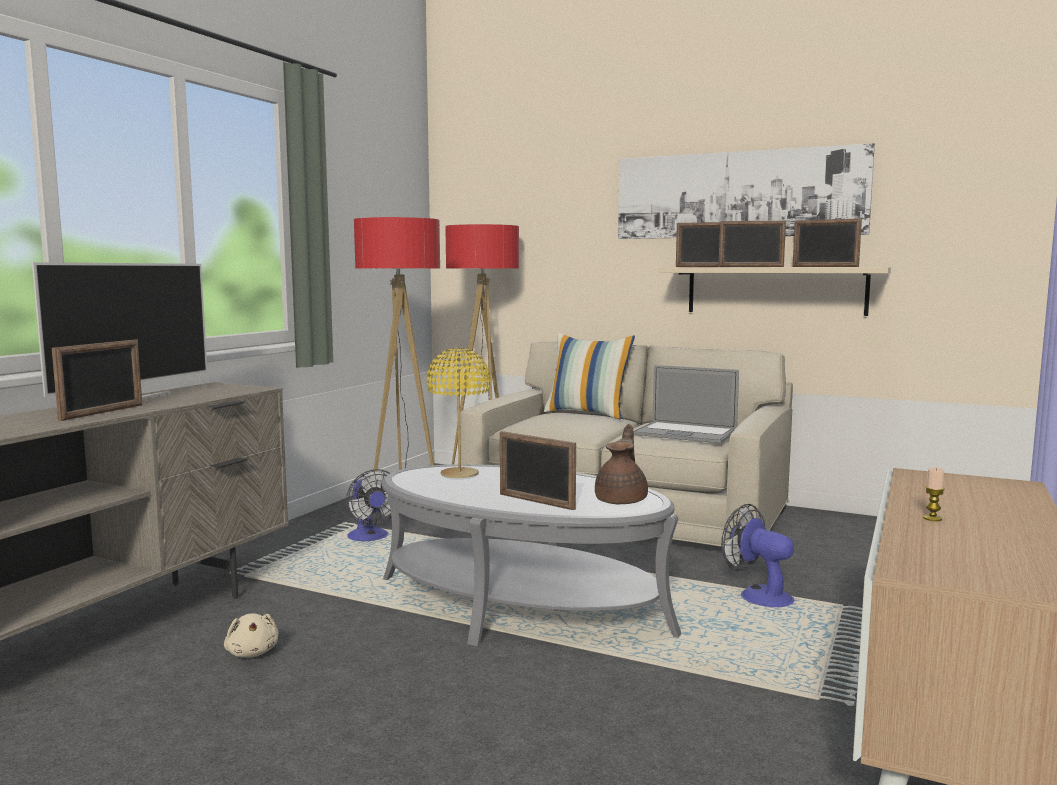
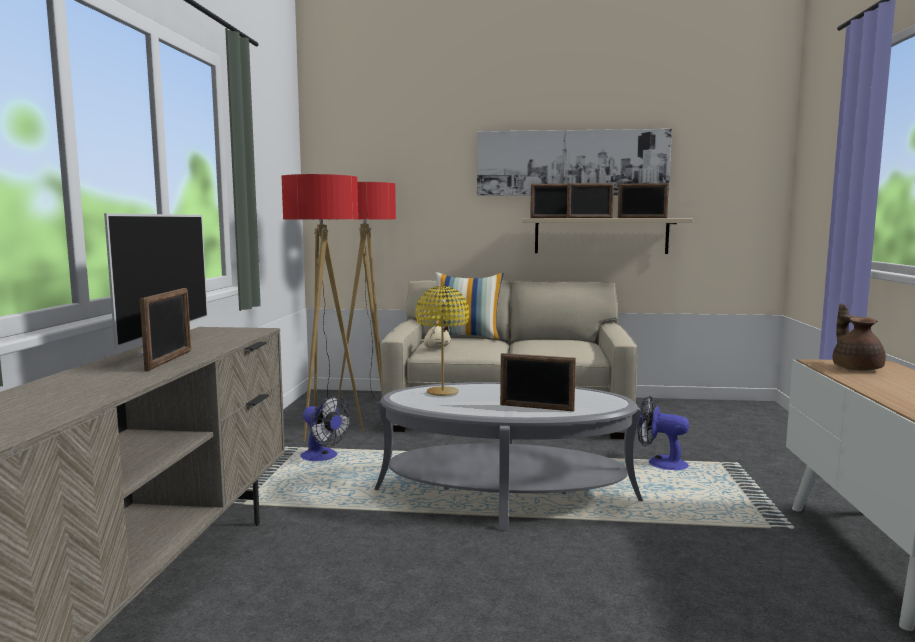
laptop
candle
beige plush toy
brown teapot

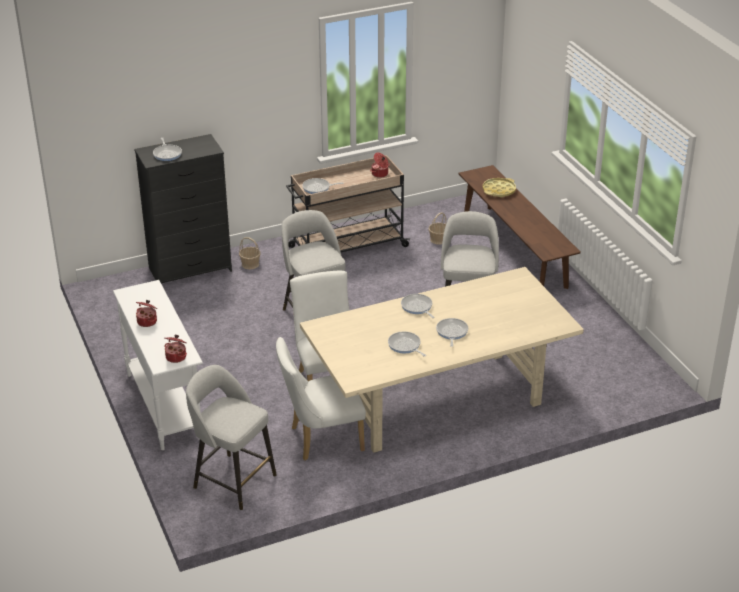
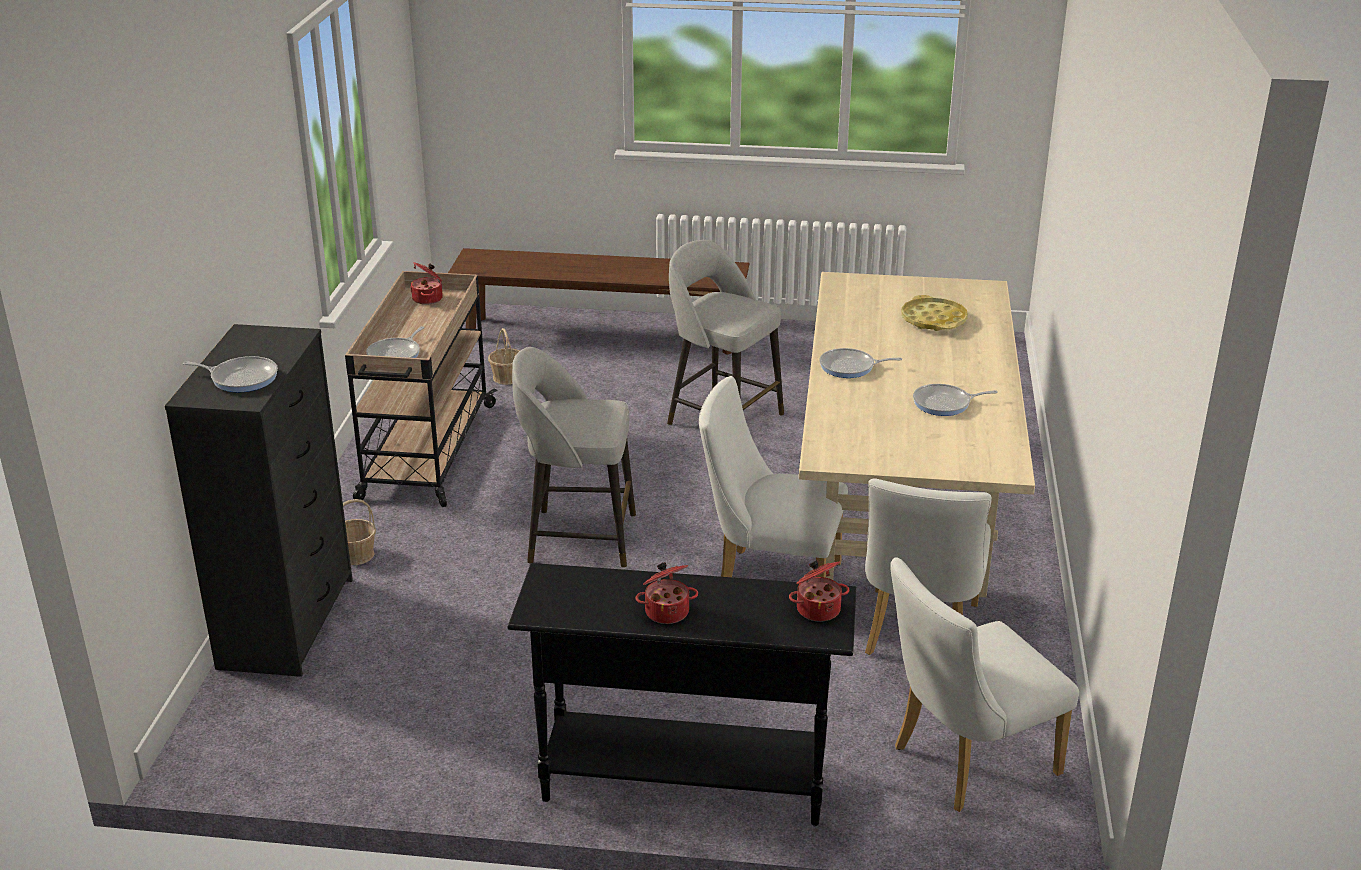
frying pan (no. 5 from left in the first image)
yellow tray
white chair (no. 3 from left)
black console table

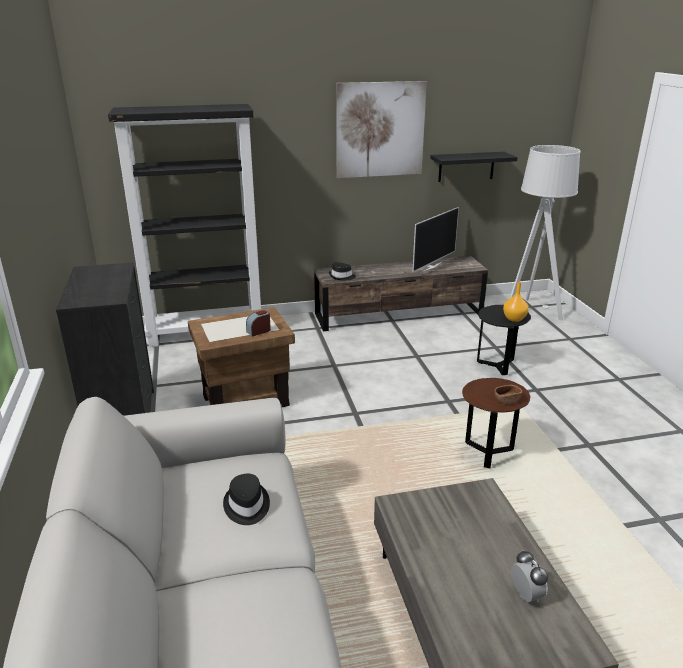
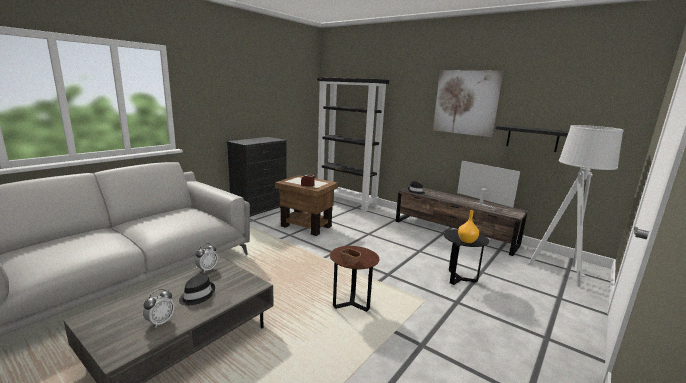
alarm clock (no. 2 from left)
black hat (no. 1 from left)
television

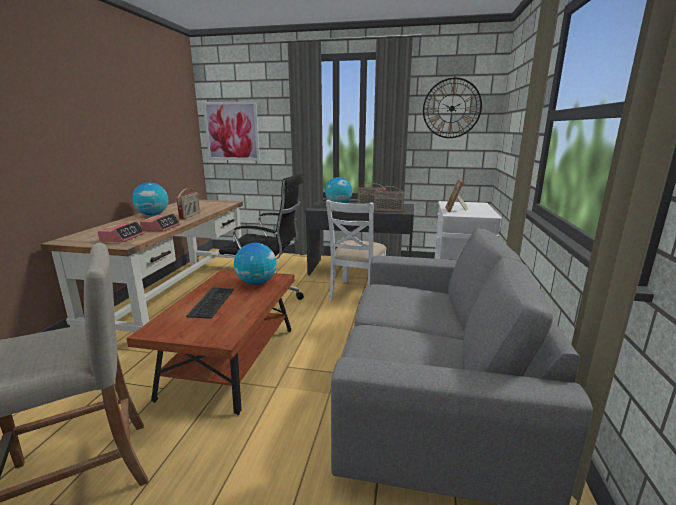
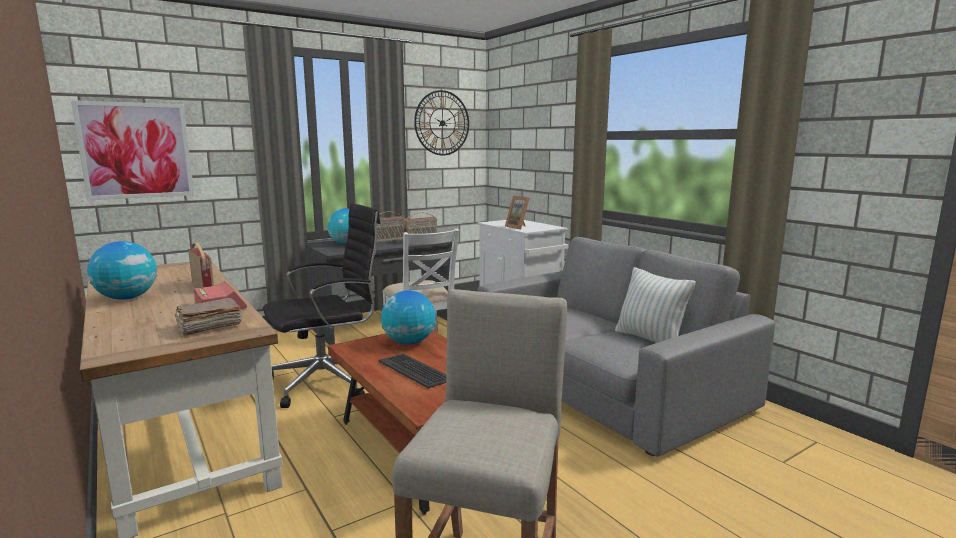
pillow
brown book

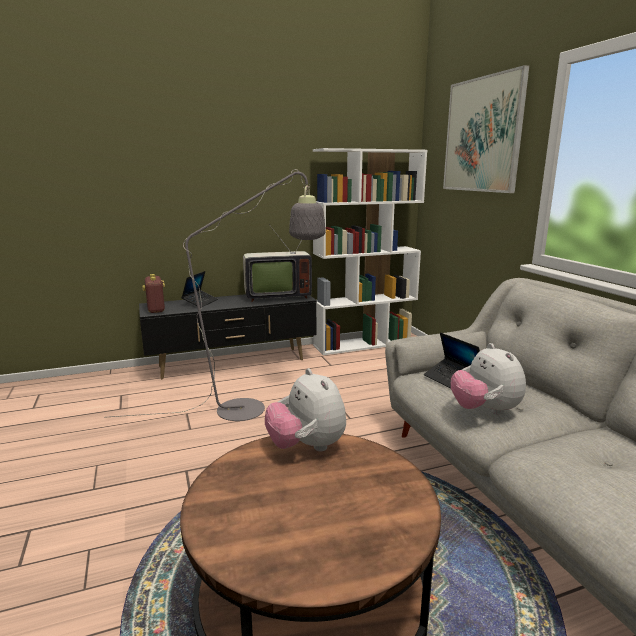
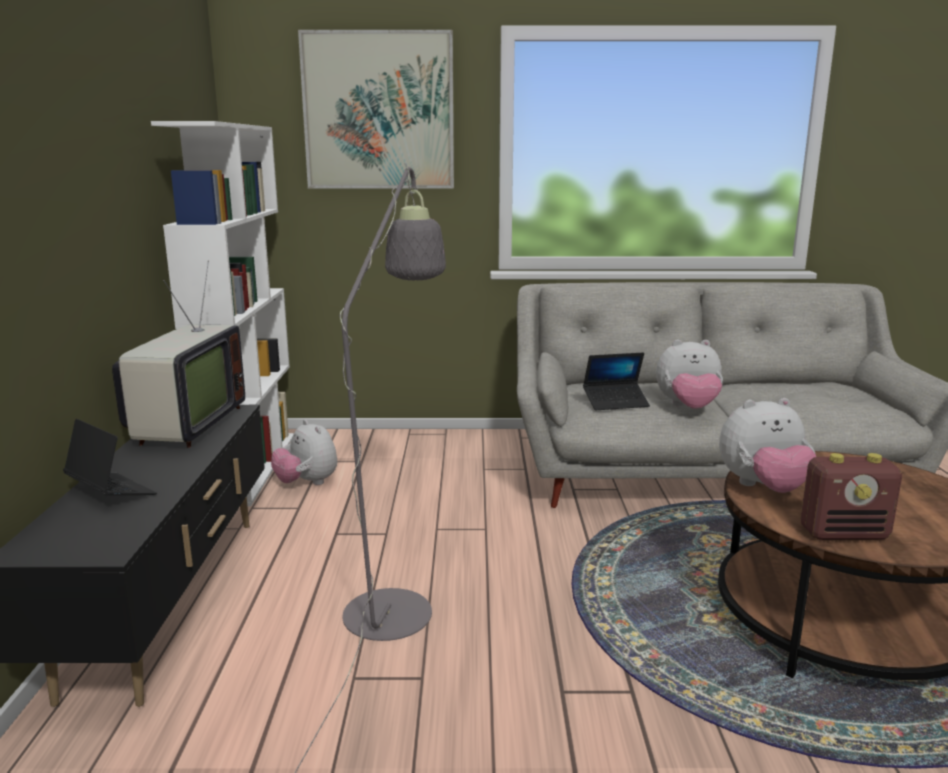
plush toy (no. 1 from left)
radio

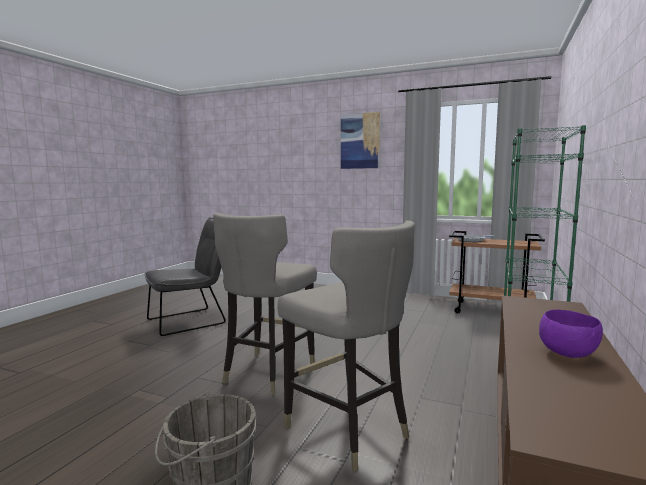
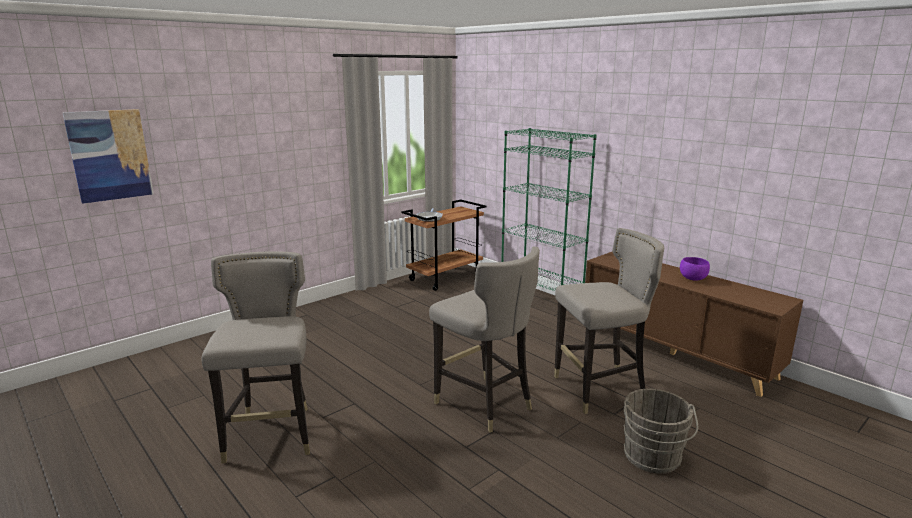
picture
grey stool (no. 1 from left)

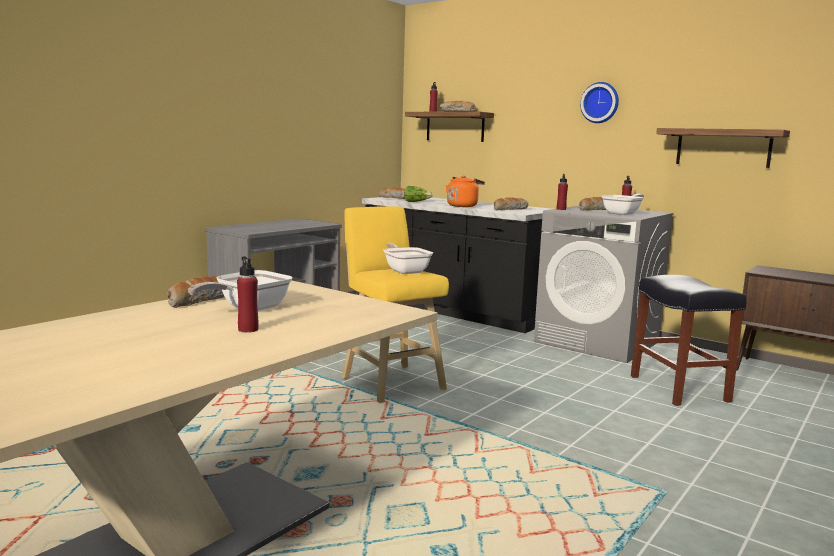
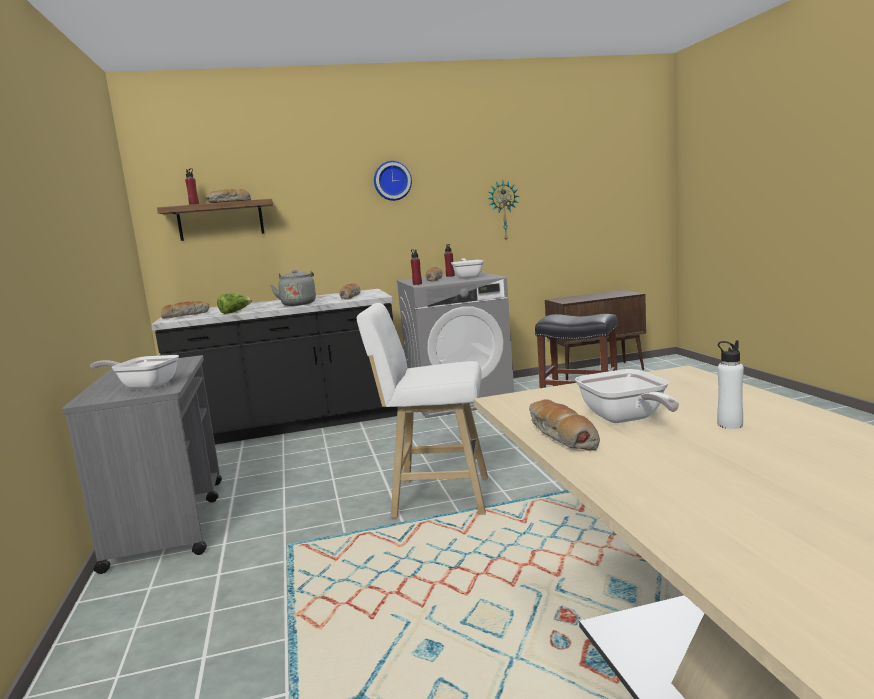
frying pan (no. 1 from left)
wall clock (no. 2 from left)
white bottle
white stool
grey kettle

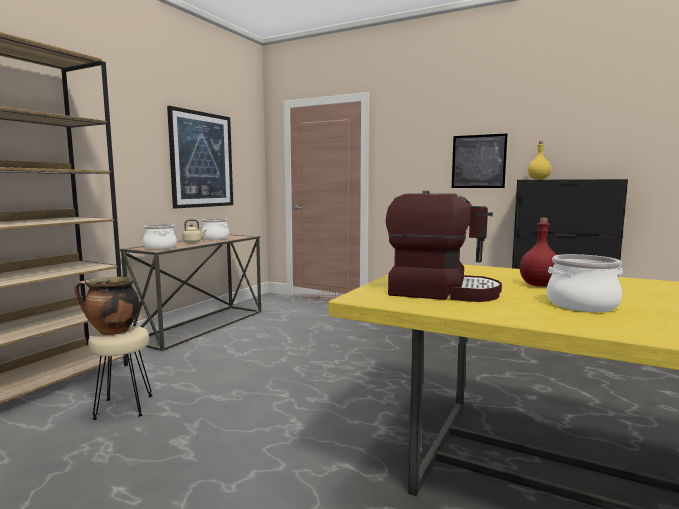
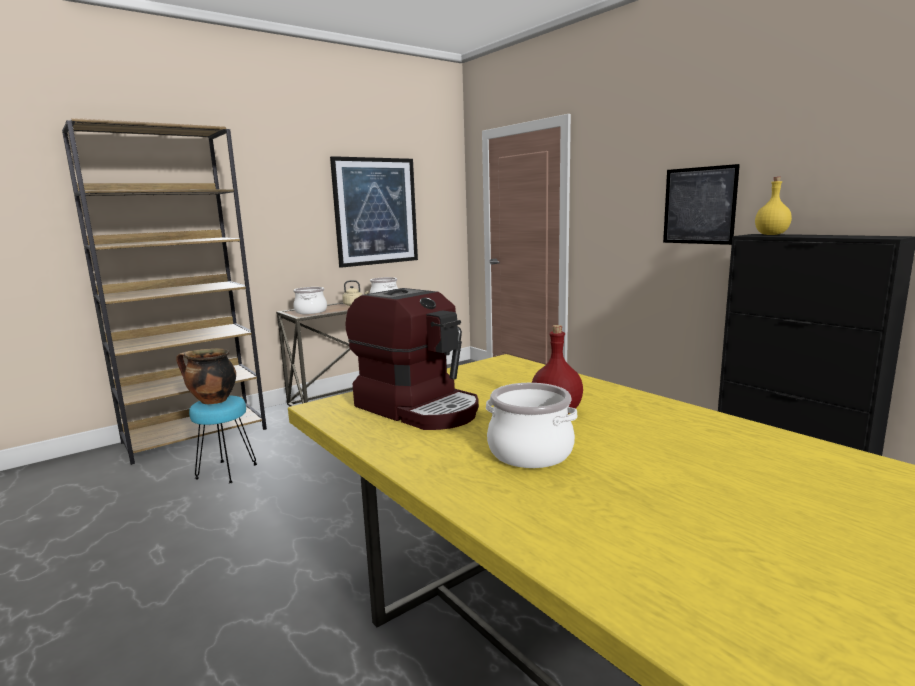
turquoise stool

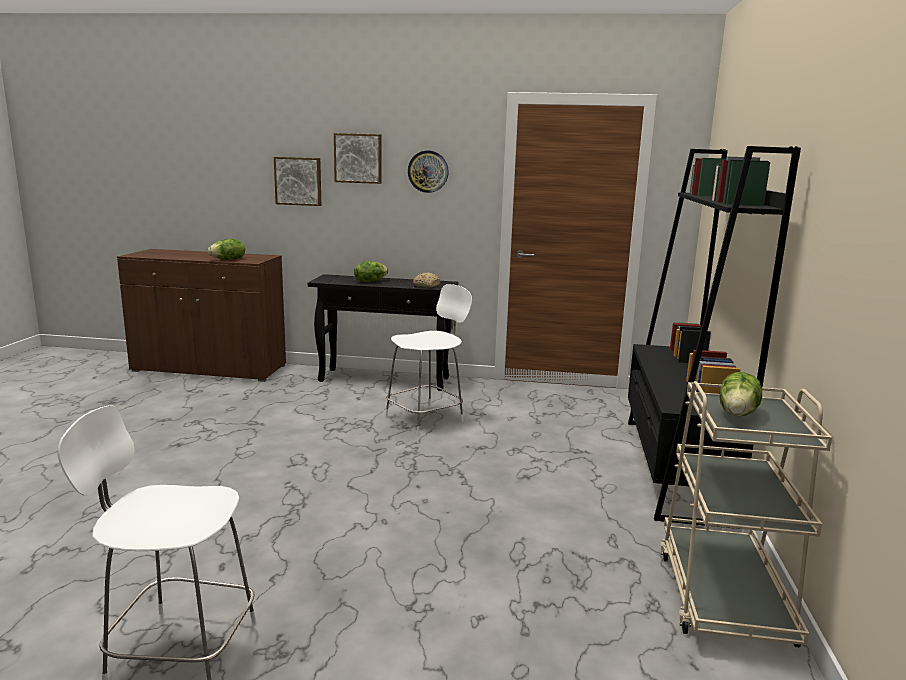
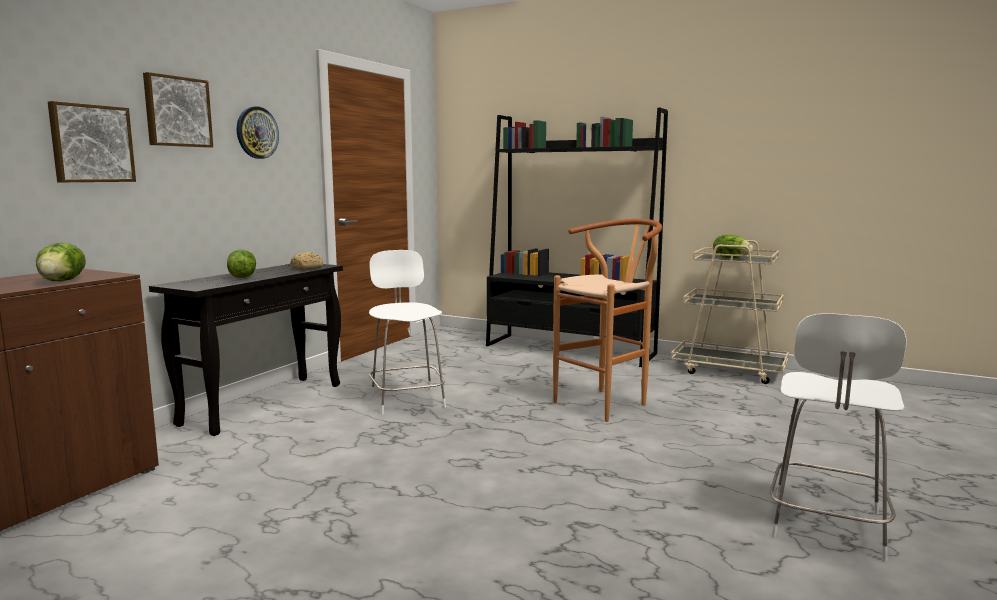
brown stool

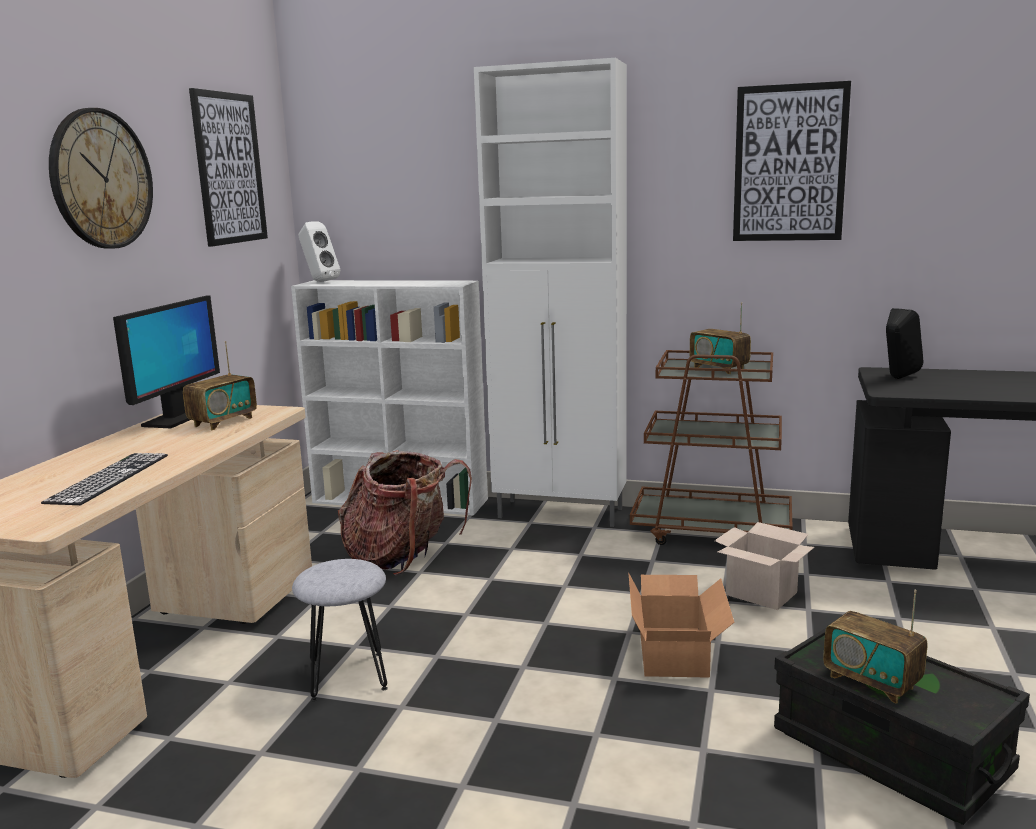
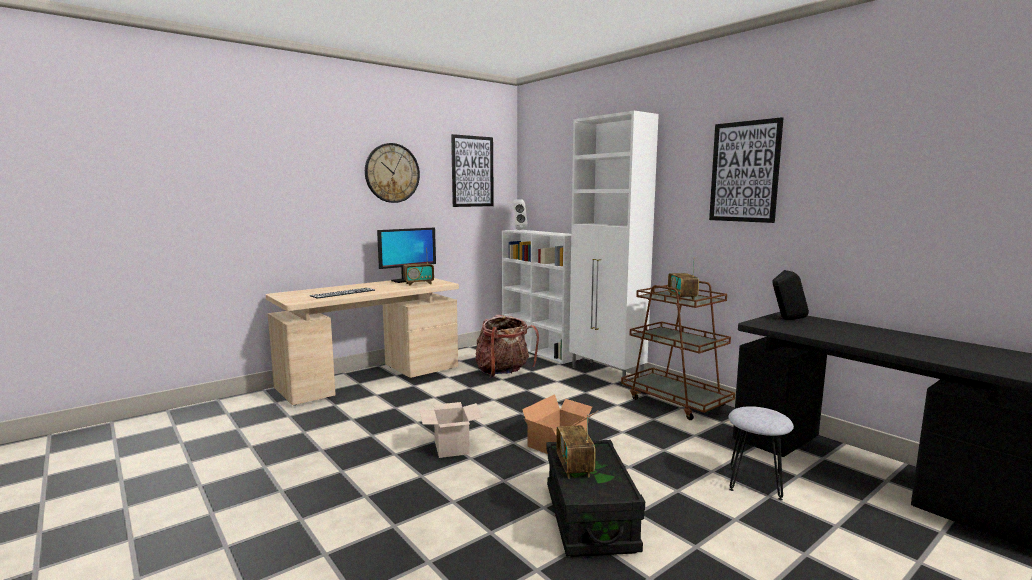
grey stool
cardboard box (no. 1 from left)

